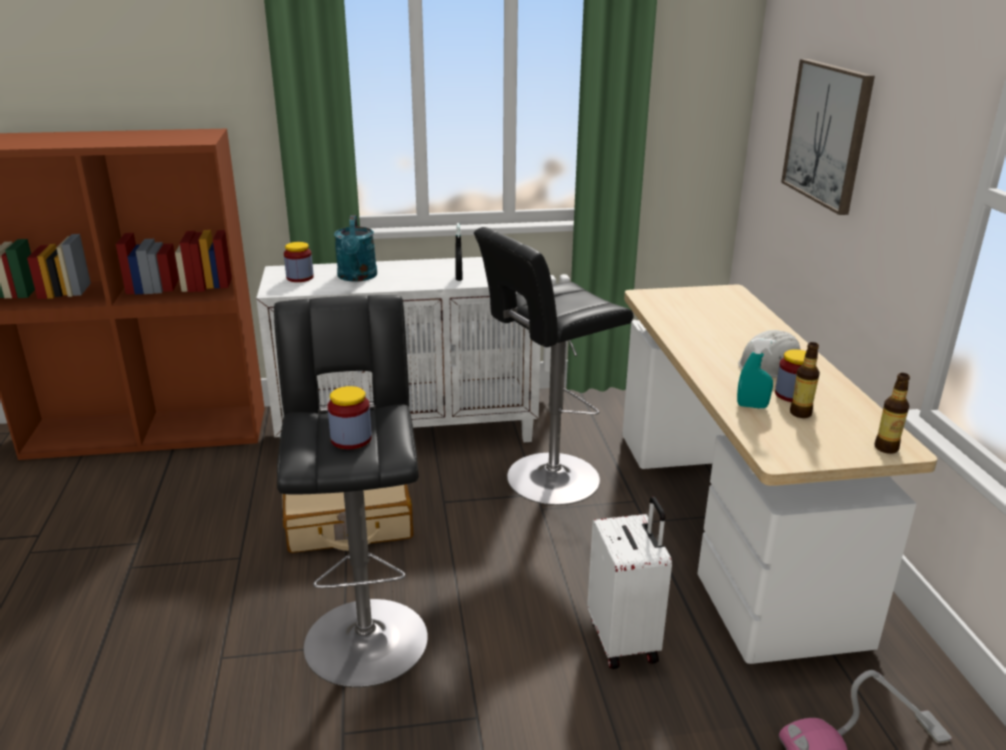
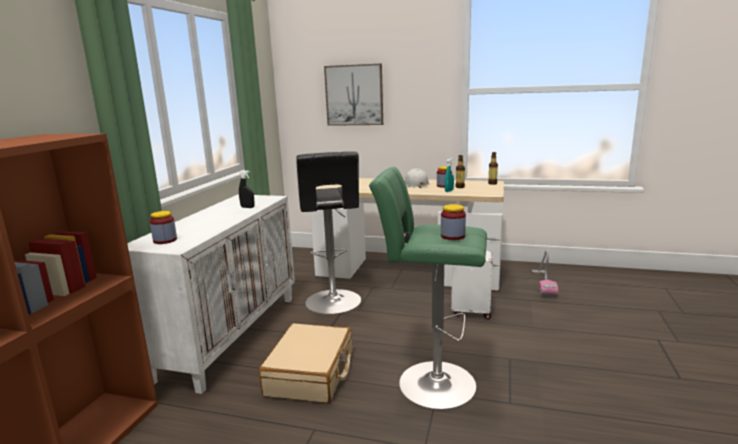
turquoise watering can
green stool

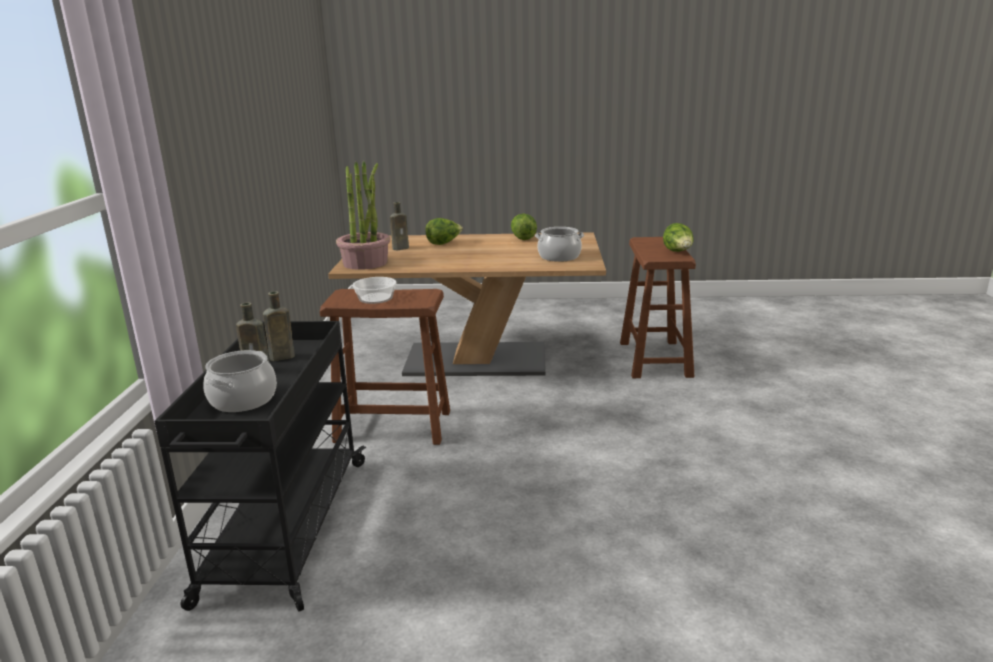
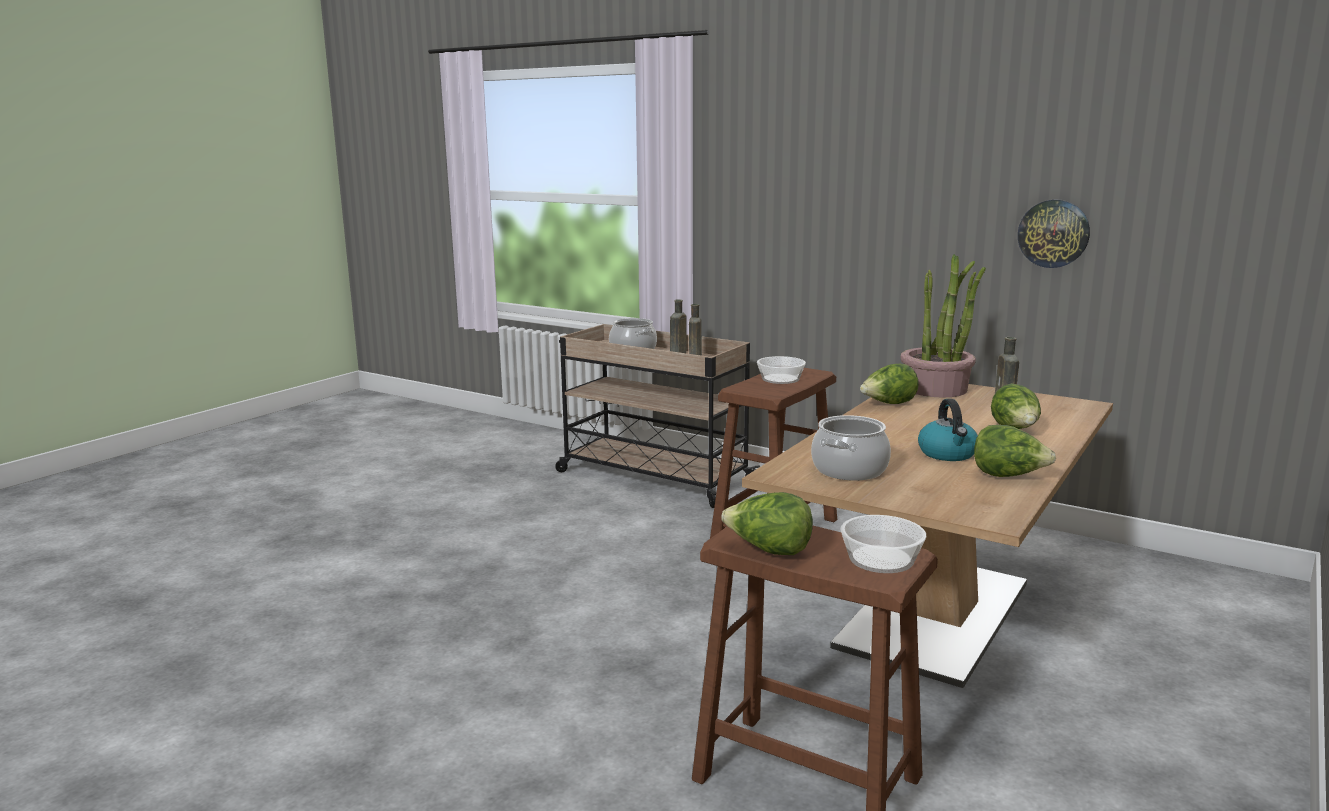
bowl (no. 2 from left)
lettuce (no. 2 from left)
kettle
wall clock
beige cart

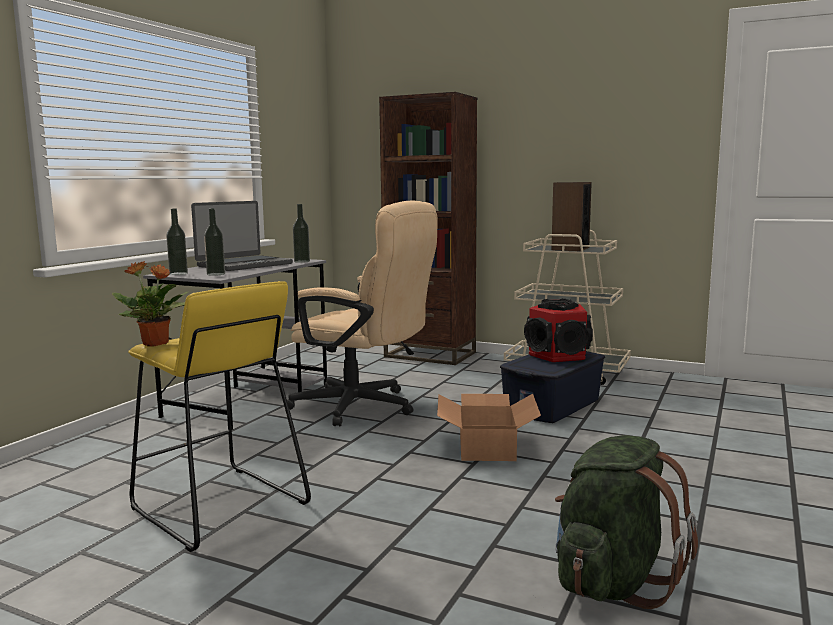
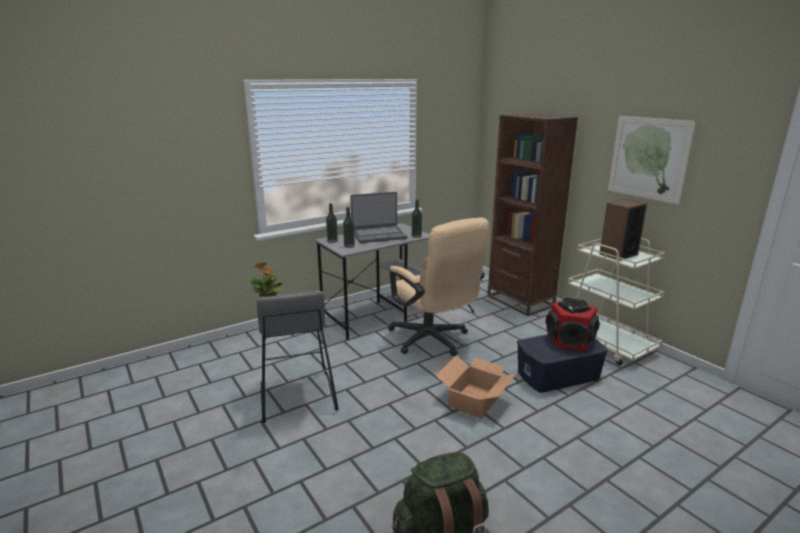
picture
grey stool

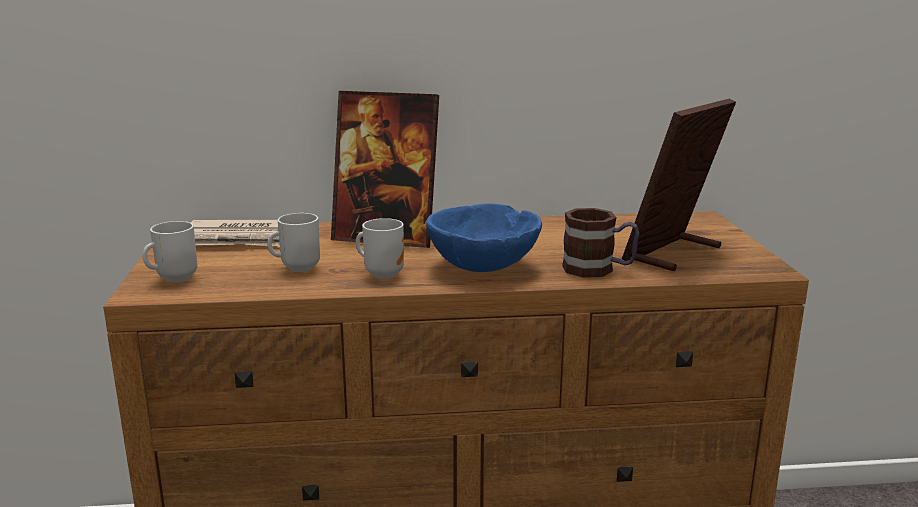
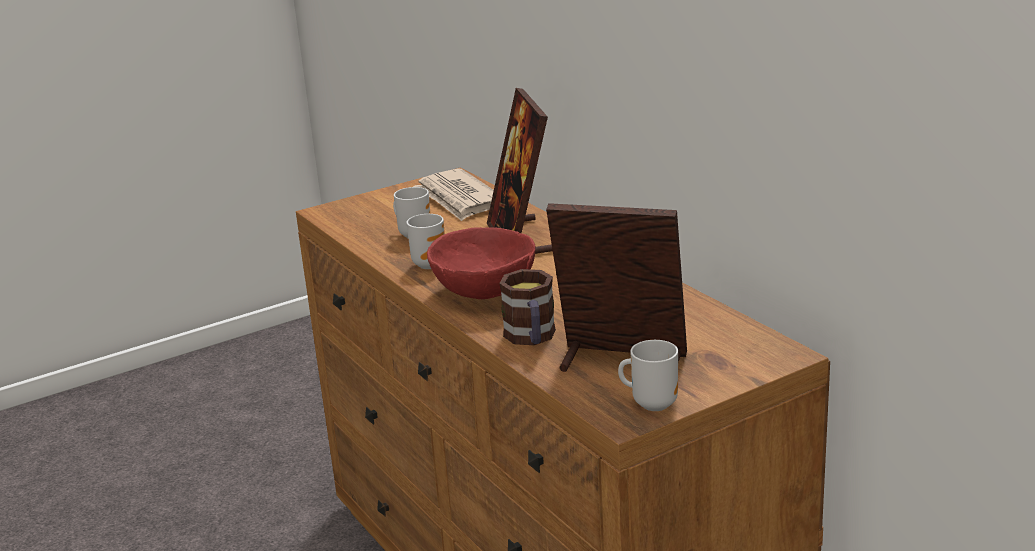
mug (no. 4 from left)
red bowl

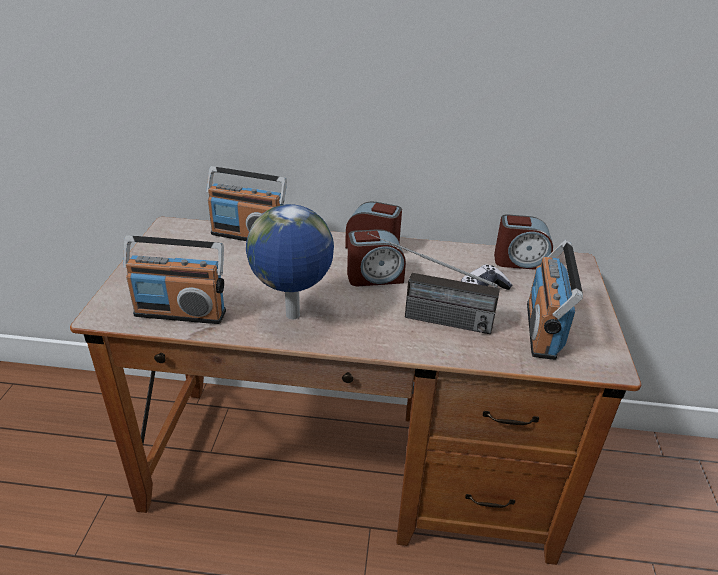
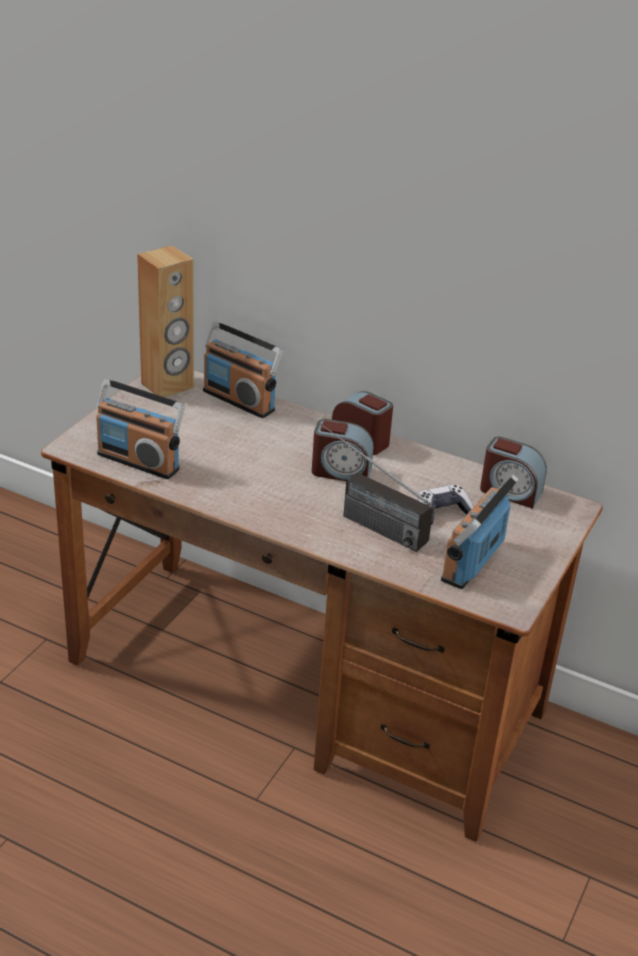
globe
brown speaker

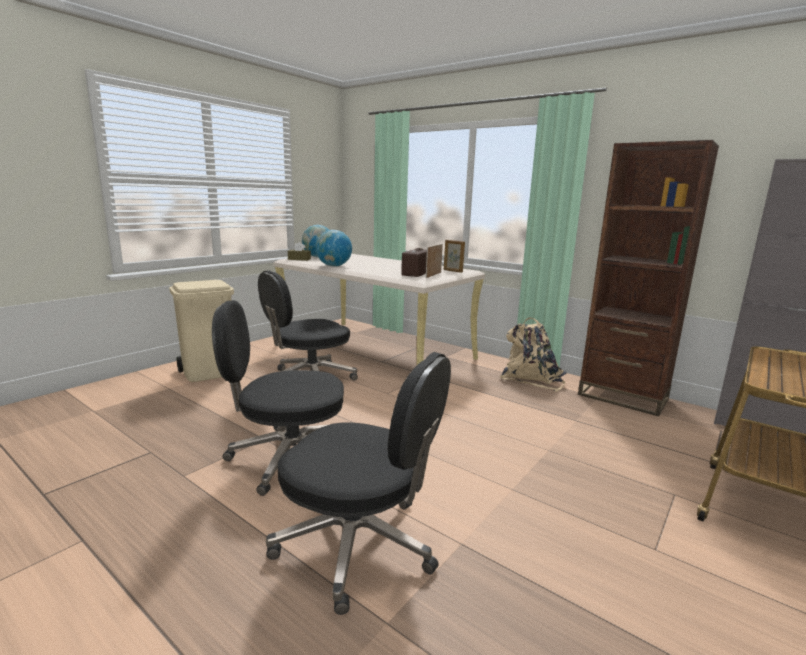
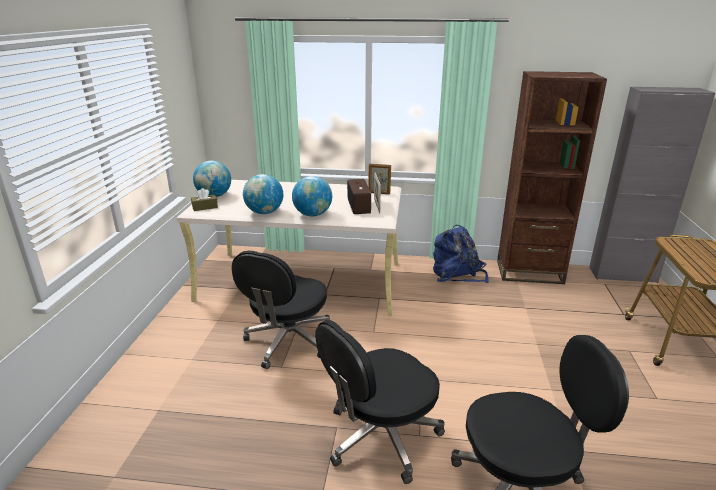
beige trash can
globe (no. 3 from left)
blue backpack

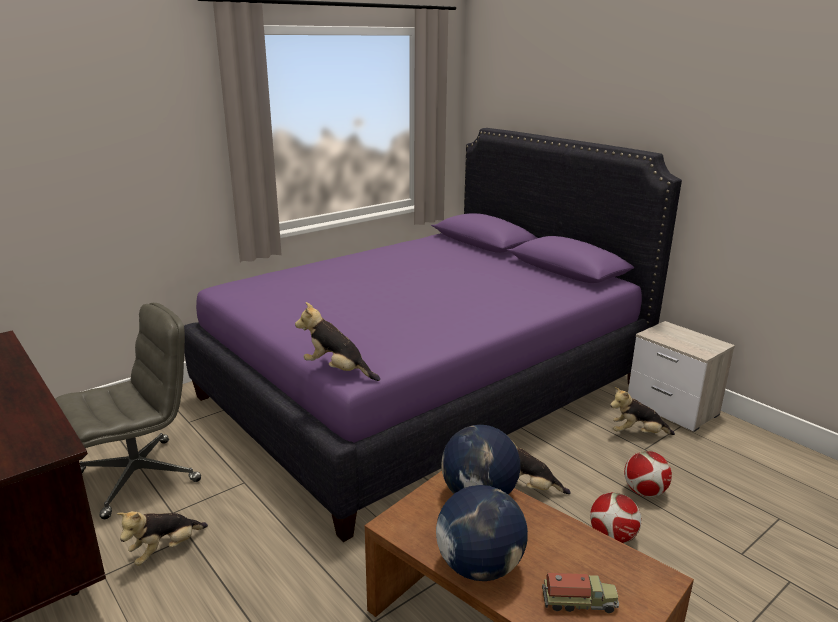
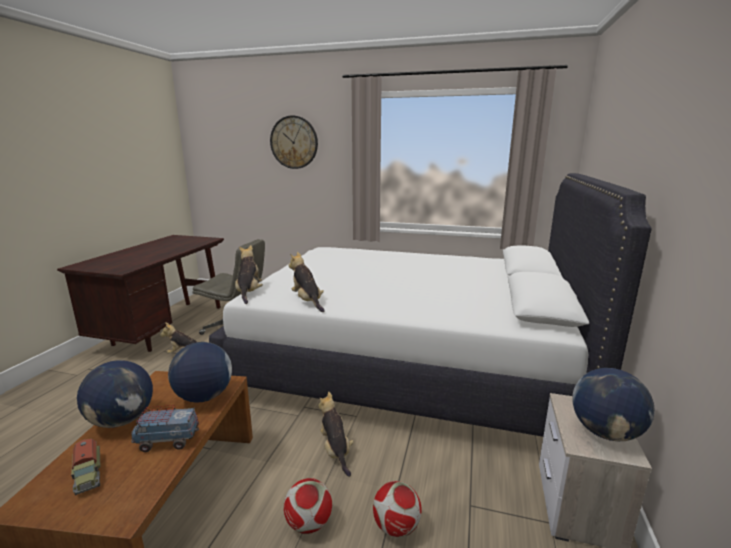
toy truck (no. 2 from left)
wall clock
globe (no. 3 from left)
plush toy (no. 3 from left)
white bed

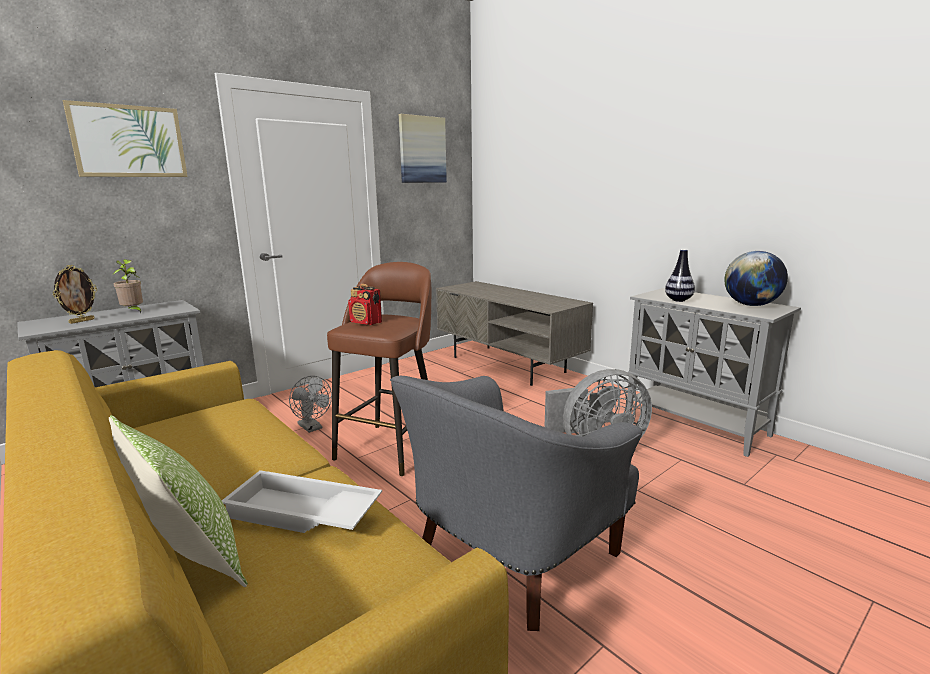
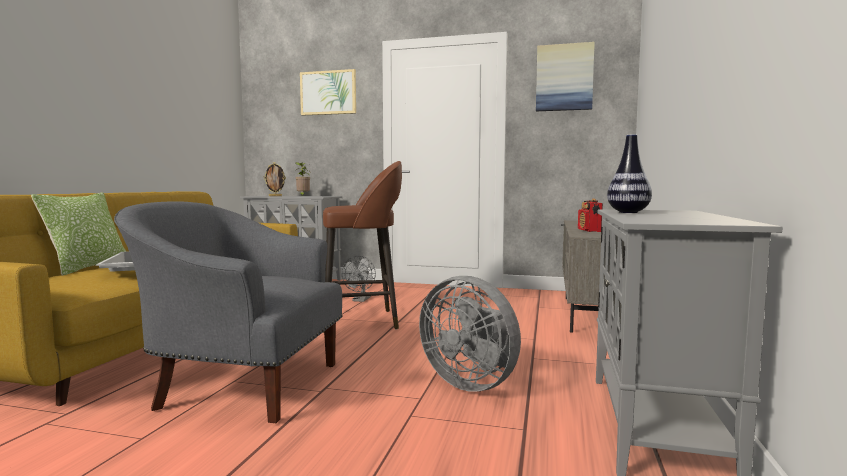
globe
radio

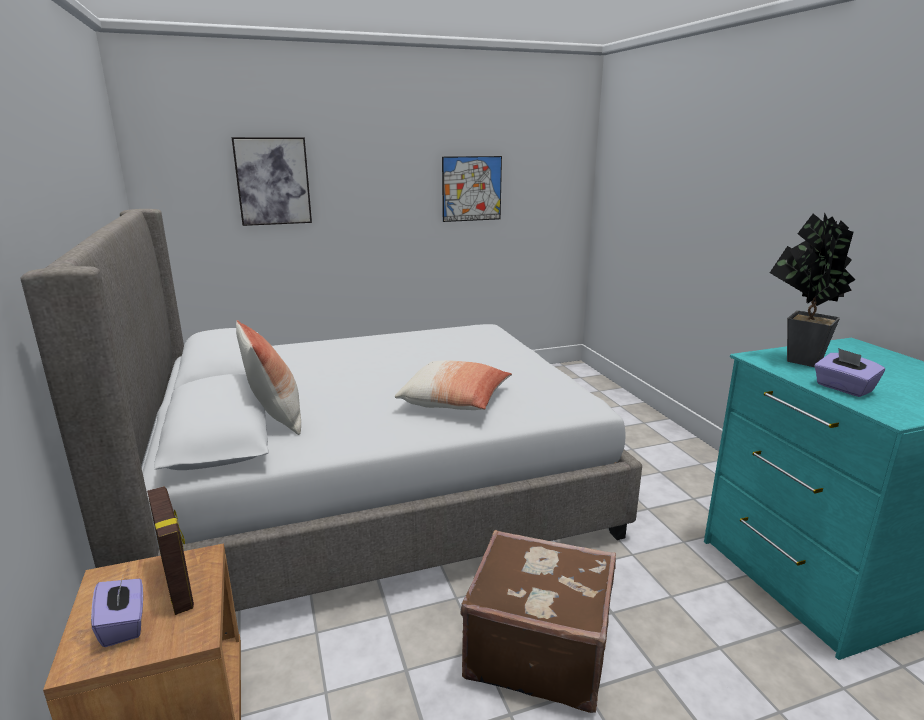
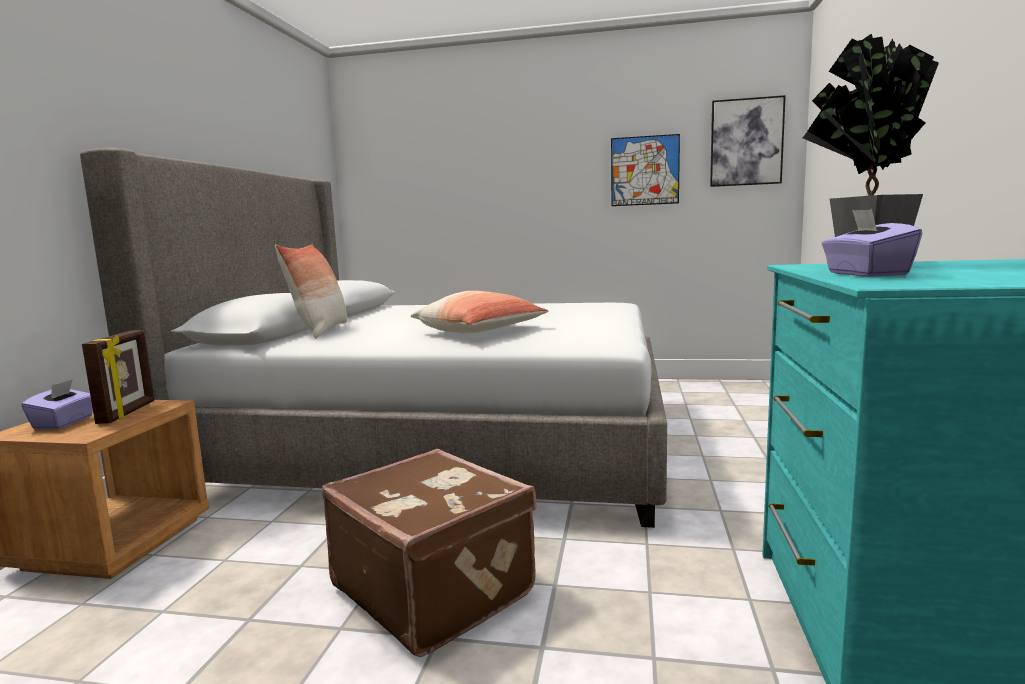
picture (no. 2 from left)

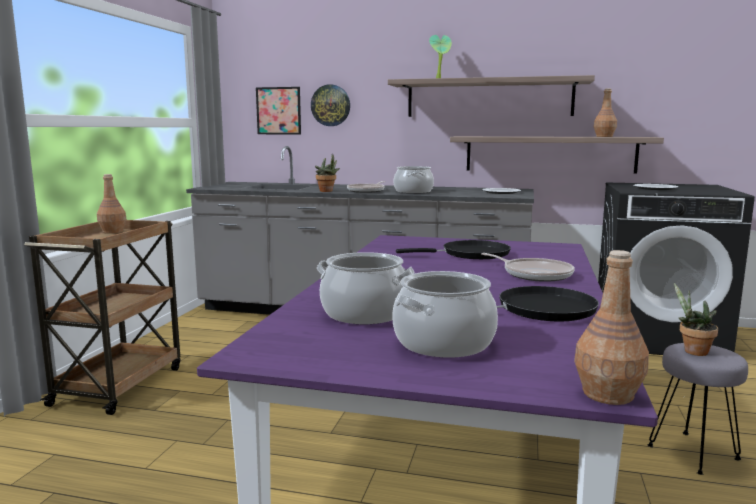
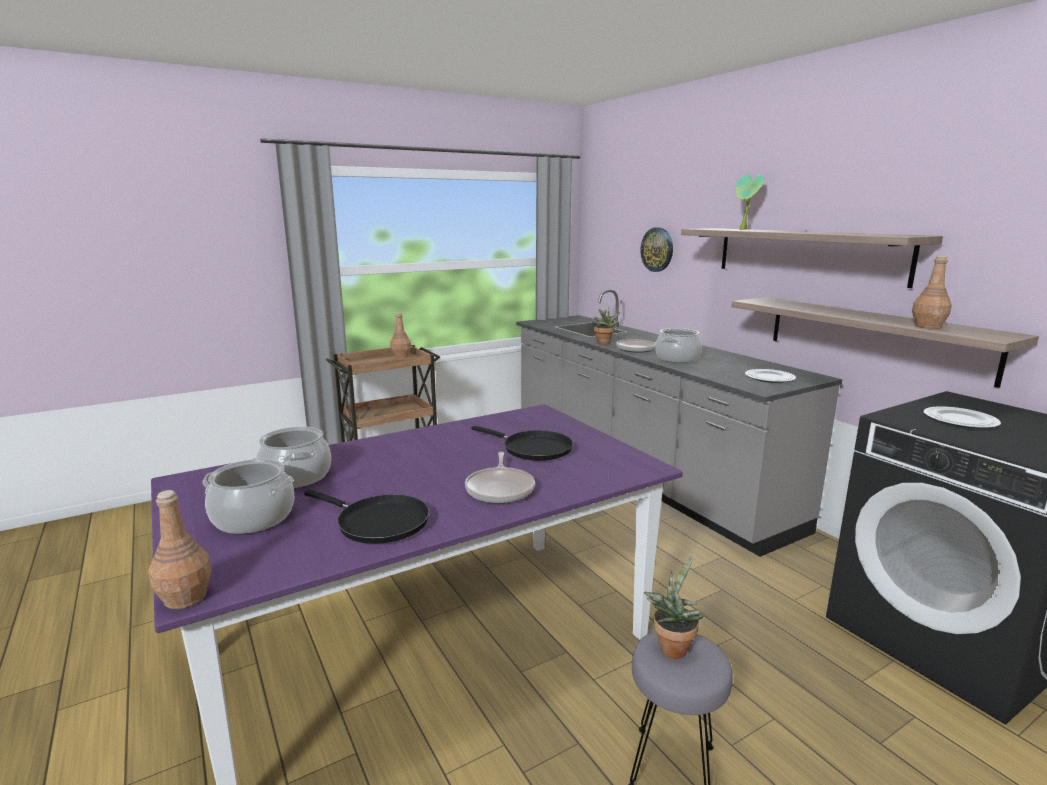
picture

